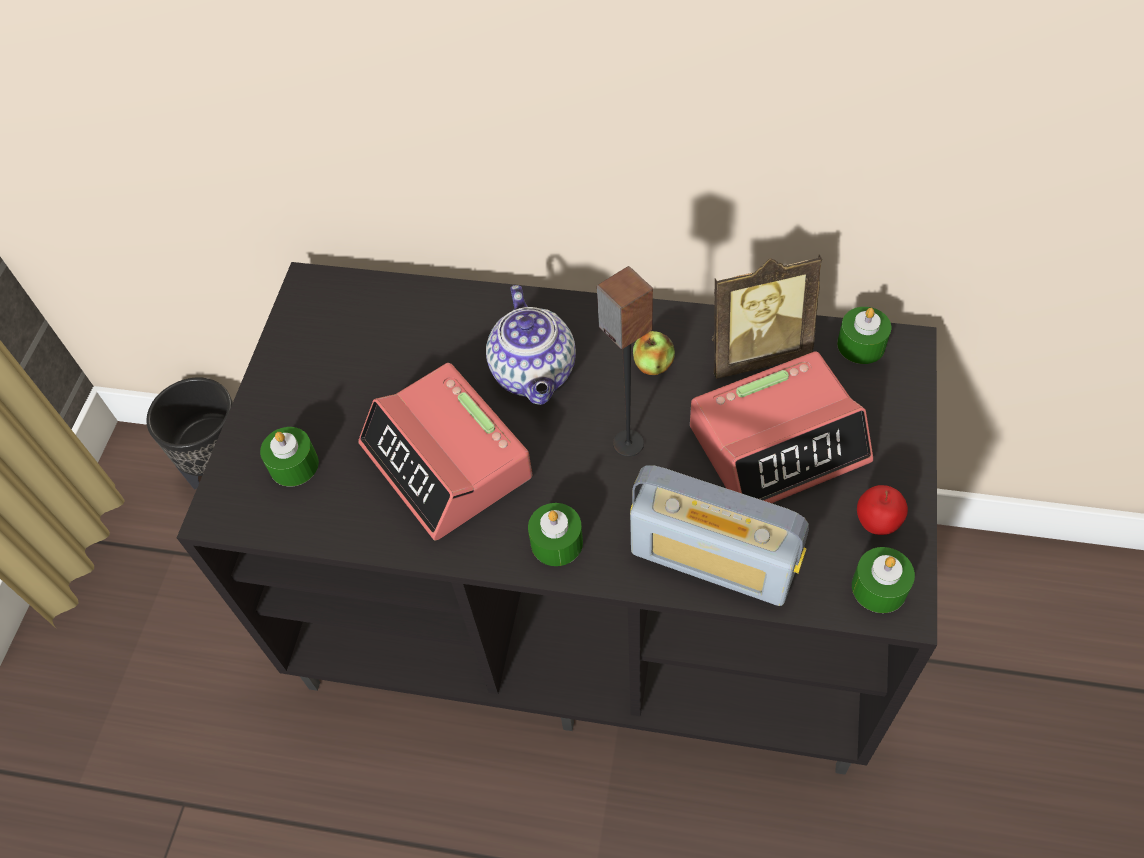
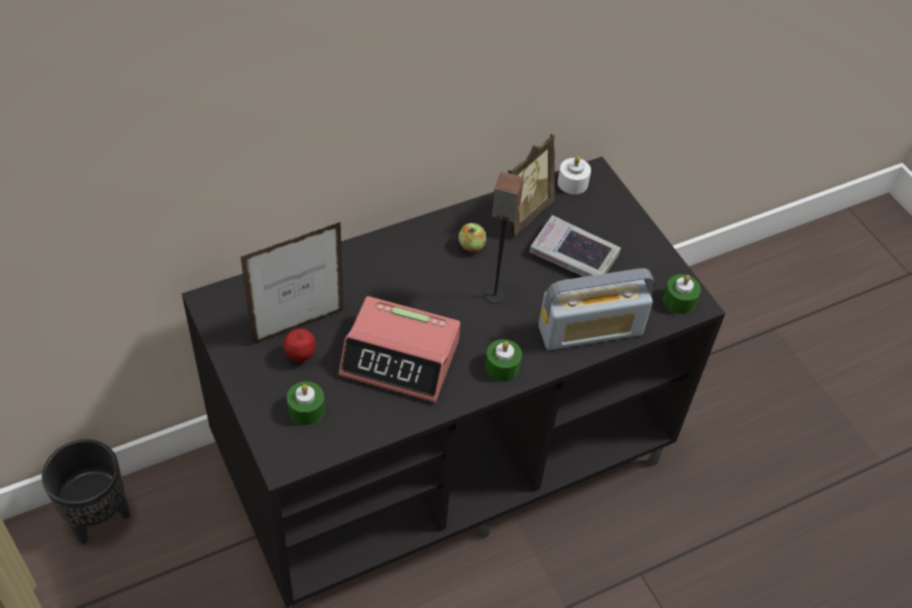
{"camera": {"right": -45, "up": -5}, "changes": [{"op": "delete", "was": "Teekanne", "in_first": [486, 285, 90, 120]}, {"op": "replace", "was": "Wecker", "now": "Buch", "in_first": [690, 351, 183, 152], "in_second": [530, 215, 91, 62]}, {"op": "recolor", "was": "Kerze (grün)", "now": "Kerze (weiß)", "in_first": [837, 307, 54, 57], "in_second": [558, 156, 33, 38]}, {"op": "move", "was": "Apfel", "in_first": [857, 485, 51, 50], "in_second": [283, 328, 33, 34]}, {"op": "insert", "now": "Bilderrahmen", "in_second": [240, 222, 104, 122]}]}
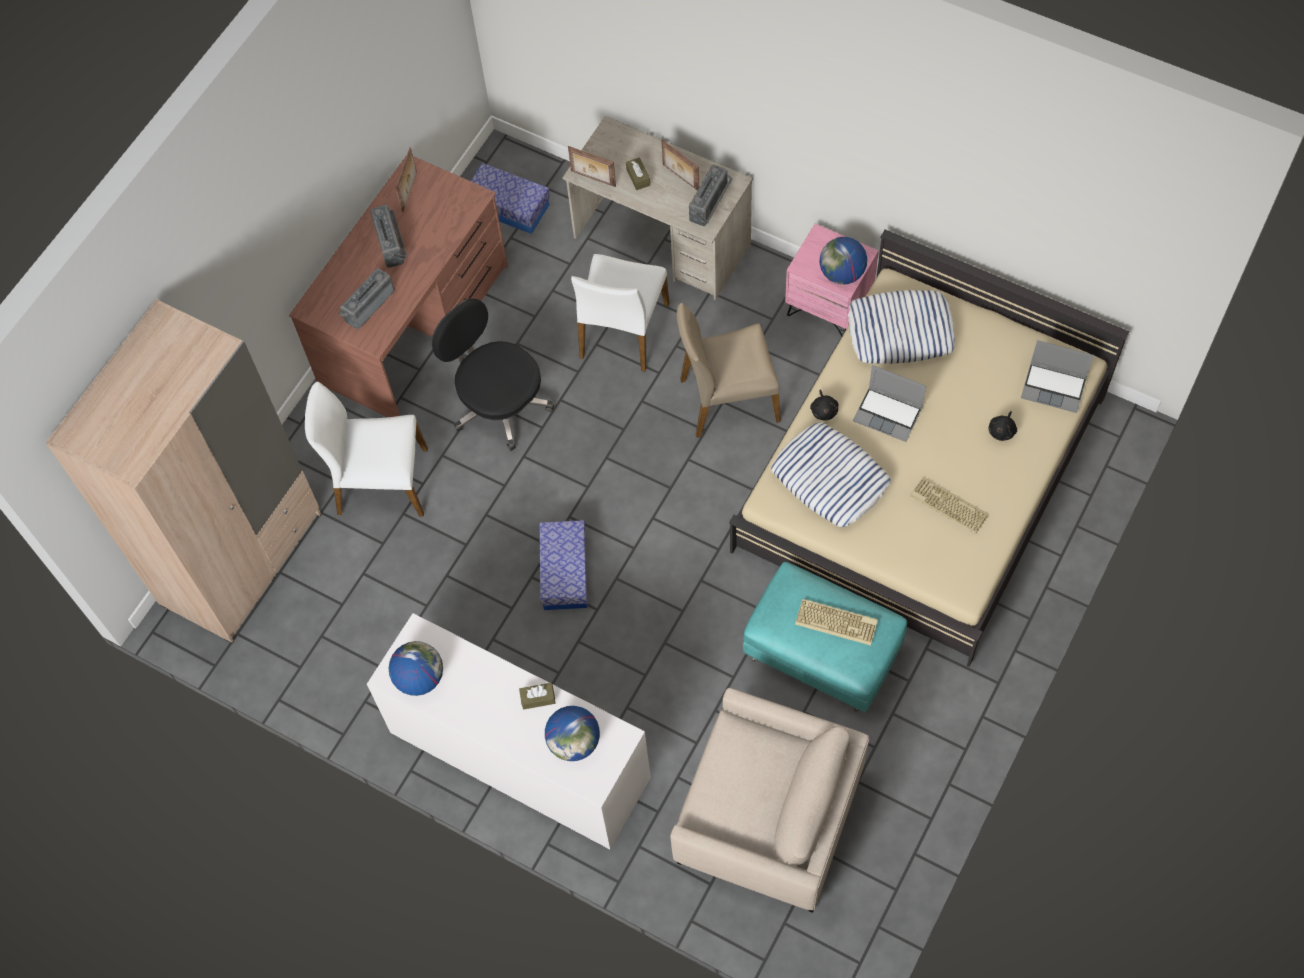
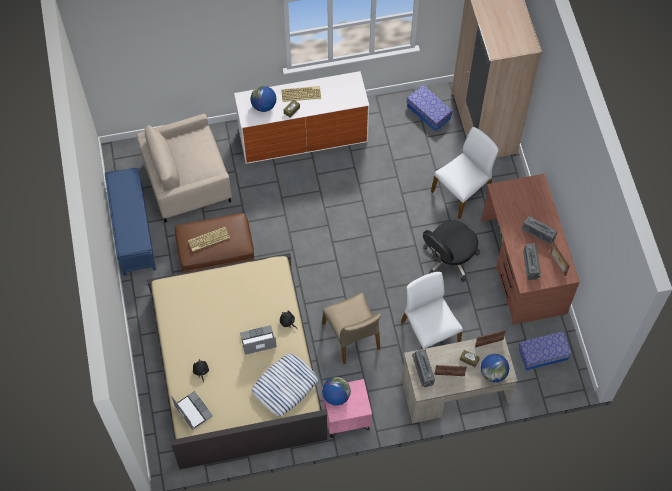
{"camera": {"right": 135, "up": 0}, "changes": [{"op": "move", "was": "Radio", "in_first": [338, 268, 57, 62], "in_second": [523, 243, 18, 37]}, {"op": "move", "was": "Globus", "in_first": [389, 641, 54, 55], "in_second": [480, 354, 29, 29]}, {"op": "rotate", "was": "Bürostuhl (schwarz)", "in_first": [432, 299, 122, 152], "in_second": [423, 220, 57, 62], "clockwise": 135}, {"op": "move", "was": "Aufbewahrungsbox", "in_first": [539, 520, 48, 90], "in_second": [407, 85, 46, 46]}, {"op": "rotate", "was": "Stuhl (beige)", "in_first": [677, 303, 104, 135], "in_second": [322, 293, 59, 71], "clockwise": 120}, {"op": "recolor", "was": "Polsterhocker (türkis)", "now": "Polsterhocker (braun)", "in_first": [743, 562, 164, 150], "in_second": [175, 213, 79, 60]}, {"op": "delete", "was": "Kissen", "in_first": [771, 423, 120, 104]}, {"op": "move", "was": "Tastatur", "in_first": [910, 477, 79, 57], "in_second": [281, 86, 40, 16]}, {"op": "rotate", "was": "Laptop", "in_first": [1021, 340, 73, 73], "in_second": [171, 391, 42, 39], "clockwise": 75}, {"op": "insert", "now": "Bank (blau)", "in_second": [105, 168, 51, 108]}]}
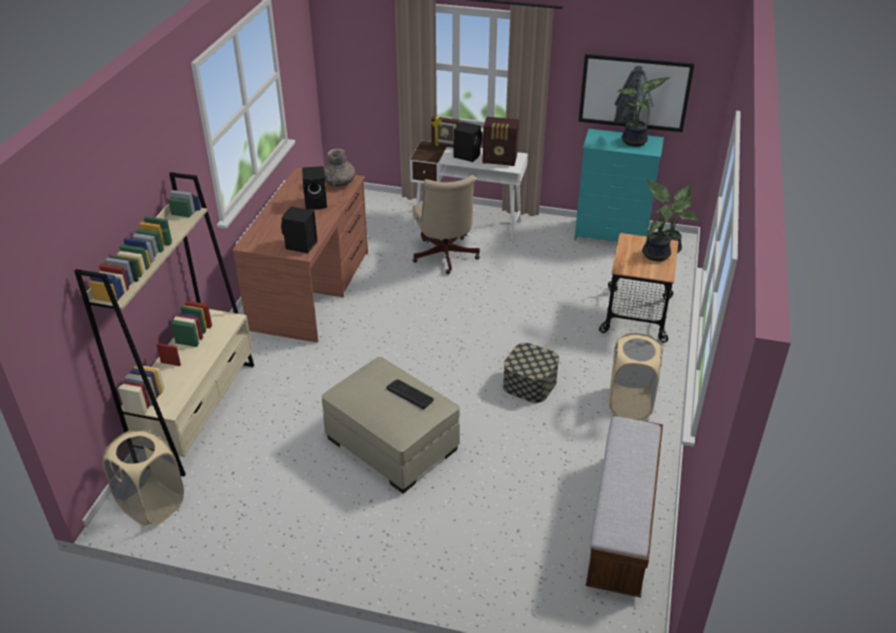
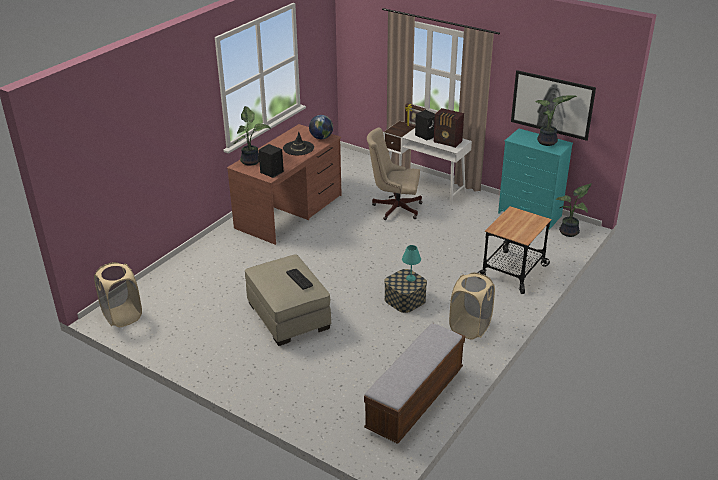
{"camera": {"right": 20, "up": -5}, "changes": [{"op": "delete", "was": "Bücherregal (beige)", "in_first": [74, 172, 180, 305]}, {"op": "replace", "was": "Lautsprecher (schwarz)", "now": "Hut (schwarz)", "in_first": [302, 166, 25, 44], "in_second": [283, 131, 31, 24]}, {"op": "replace", "was": "Vase (grau)", "now": "Globus", "in_first": [324, 149, 31, 38], "in_second": [309, 115, 24, 24]}, {"op": "rotate", "was": "Bürostuhl (beige)", "in_first": [413, 175, 67, 99], "in_second": [367, 128, 56, 92], "clockwise": 90}, {"op": "move", "was": "Topfpflanze", "in_first": [642, 179, 51, 82], "in_second": [234, 106, 37, 60]}, {"op": "insert", "now": "Tischlampe (türkis)", "in_second": [402, 245, 19, 37]}]}
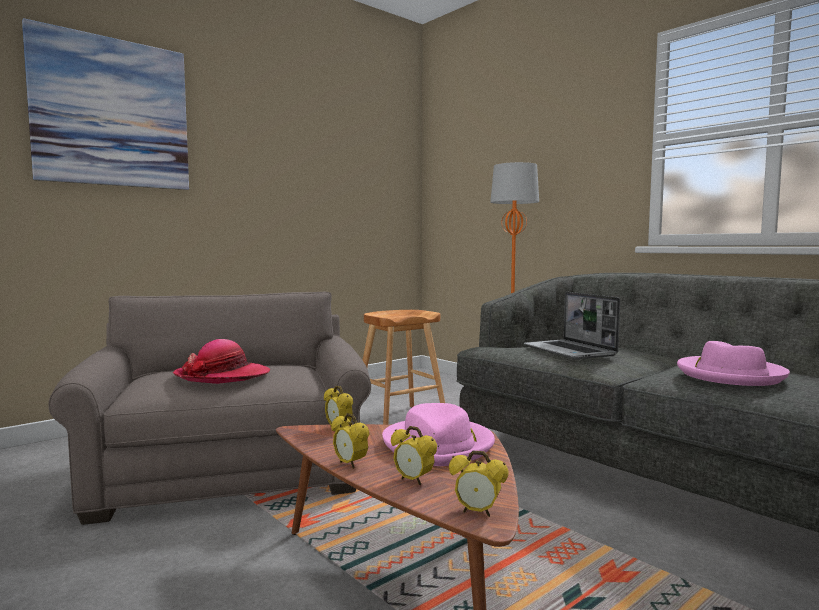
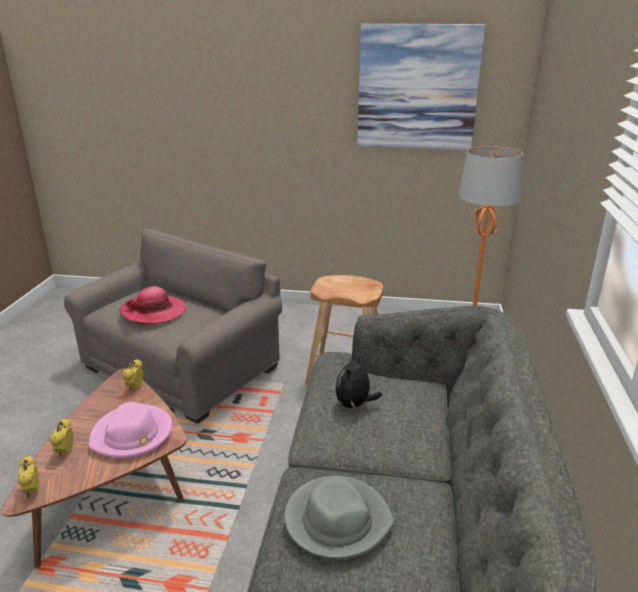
{"camera": {"right": 50, "up": 20}, "changes": [{"op": "move", "was": "Bild", "in_first": [22, 18, 167, 172], "in_second": [357, 24, 128, 126]}, {"op": "delete", "was": "Wecker", "in_first": [331, 413, 38, 56]}, {"op": "replace", "was": "Laptop", "now": "Plüschtier", "in_first": [524, 292, 96, 67], "in_second": [335, 355, 47, 54]}, {"op": "recolor", "was": "Hut (rosa)", "now": "Hut (grau)", "in_first": [677, 341, 113, 45], "in_second": [284, 476, 110, 84]}]}
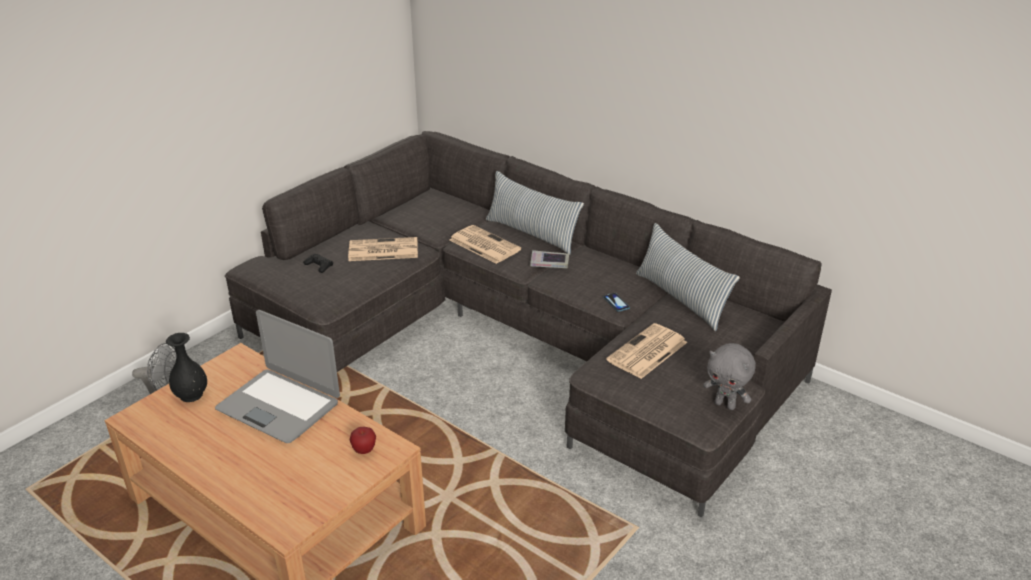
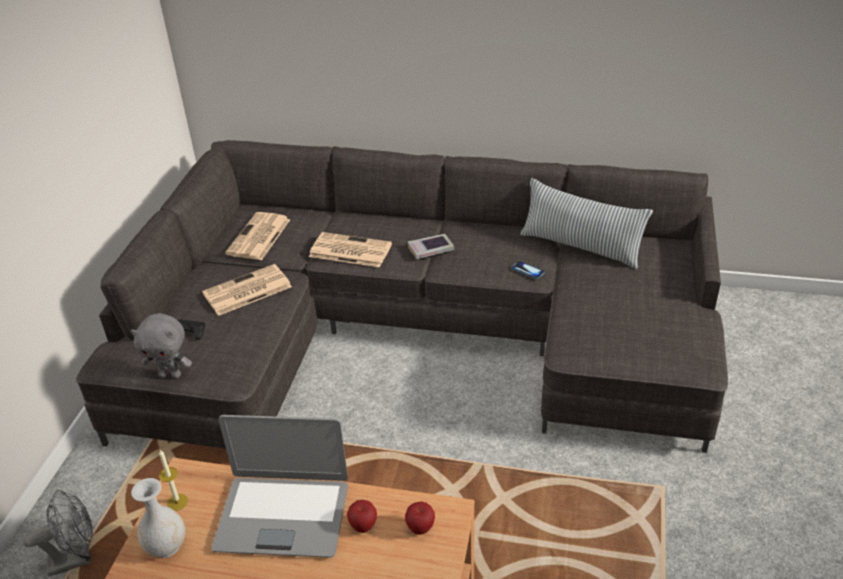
{"camera": {"right": -25, "up": 5}, "changes": [{"op": "recolor", "was": "Vase (schwarz)", "now": "Vase (weiß)", "in_first": [166, 333, 41, 69], "in_second": [131, 478, 55, 80]}, {"op": "delete", "was": "Kissen", "in_first": [486, 171, 98, 84]}, {"op": "move", "was": "Zeitung", "in_first": [606, 323, 81, 56], "in_second": [225, 212, 65, 48]}, {"op": "move", "was": "Plüschtier (grau)", "in_first": [703, 343, 53, 67], "in_second": [131, 313, 61, 65]}, {"op": "insert", "now": "Kerze", "in_second": [159, 450, 29, 61]}, {"op": "insert", "now": "Apfel", "in_second": [347, 500, 30, 33]}]}
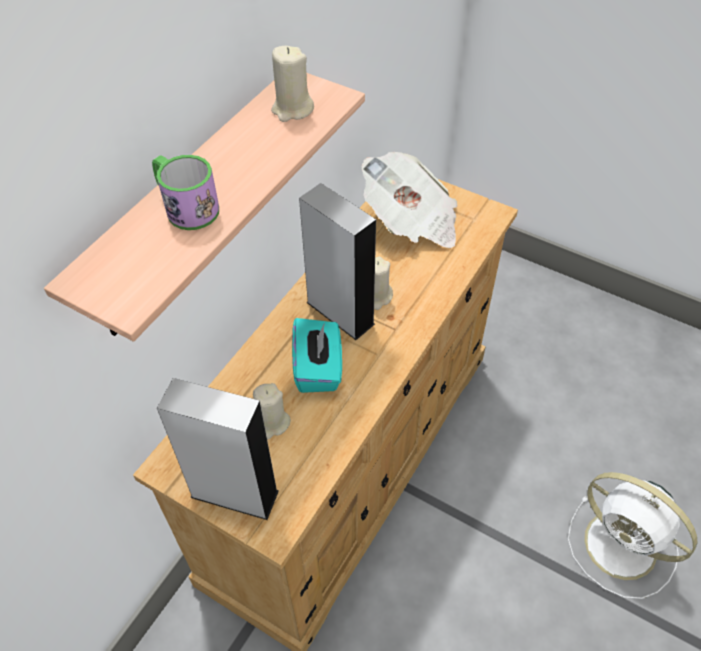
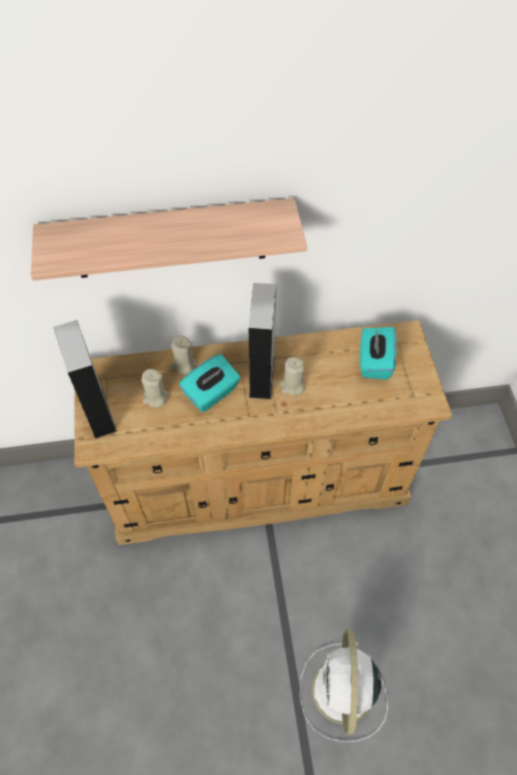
{"camera": {"right": 50, "up": 5}, "changes": [{"op": "delete", "was": "Henkelbecher", "in_first": [152, 155, 67, 75]}, {"op": "move", "was": "Kerze (beige)", "in_first": [271, 46, 43, 76], "in_second": [171, 335, 26, 39]}, {"op": "replace", "was": "Zeitung", "now": "Taschentuchbox (türkis)", "in_first": [362, 152, 96, 96], "in_second": [360, 327, 36, 53]}]}
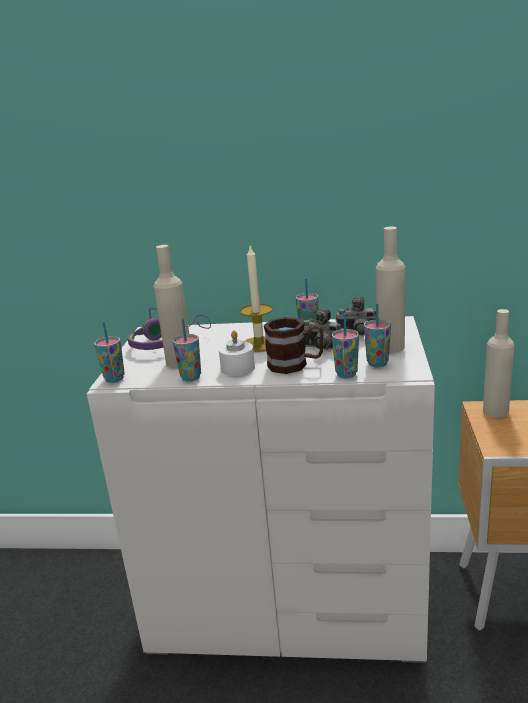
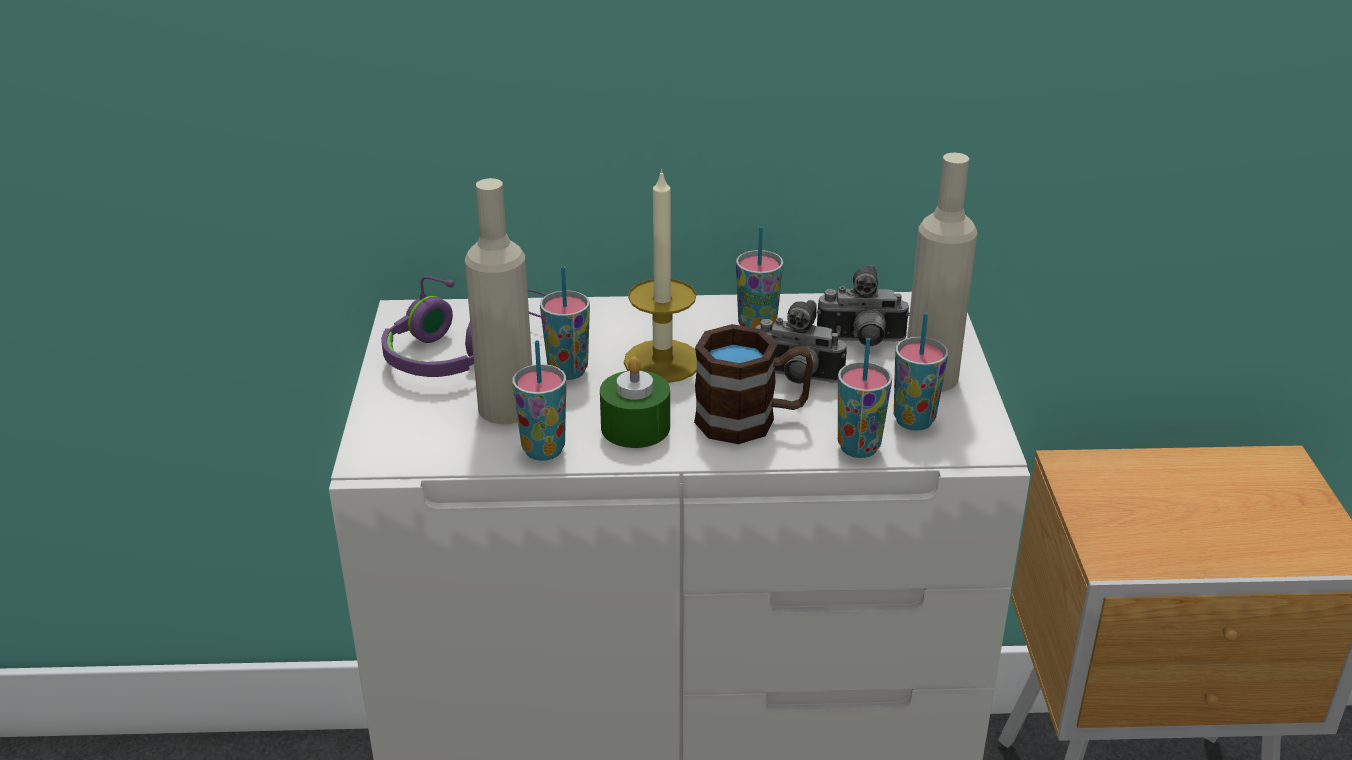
{"camera": {"right": -10, "up": 10}, "changes": [{"op": "move", "was": "Tasse", "in_first": [94, 321, 31, 62], "in_second": [540, 266, 50, 114]}, {"op": "recolor", "was": "Kerze (weiß)", "now": "Kerze (grün)", "in_first": [219, 330, 36, 46], "in_second": [600, 357, 70, 91]}, {"op": "delete", "was": "Flasche (beige)", "in_first": [483, 309, 31, 109]}]}
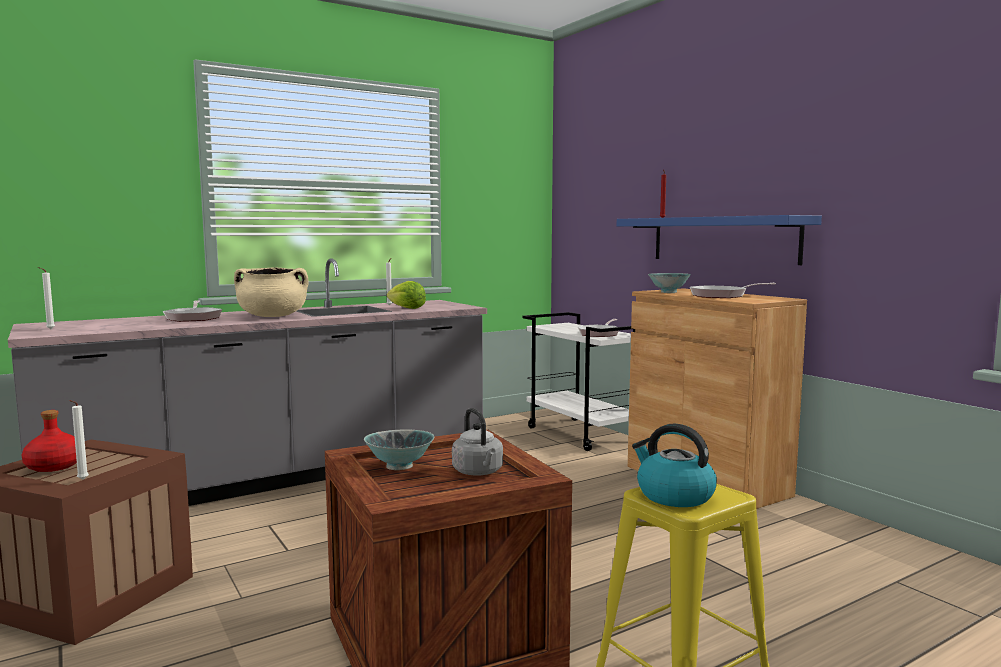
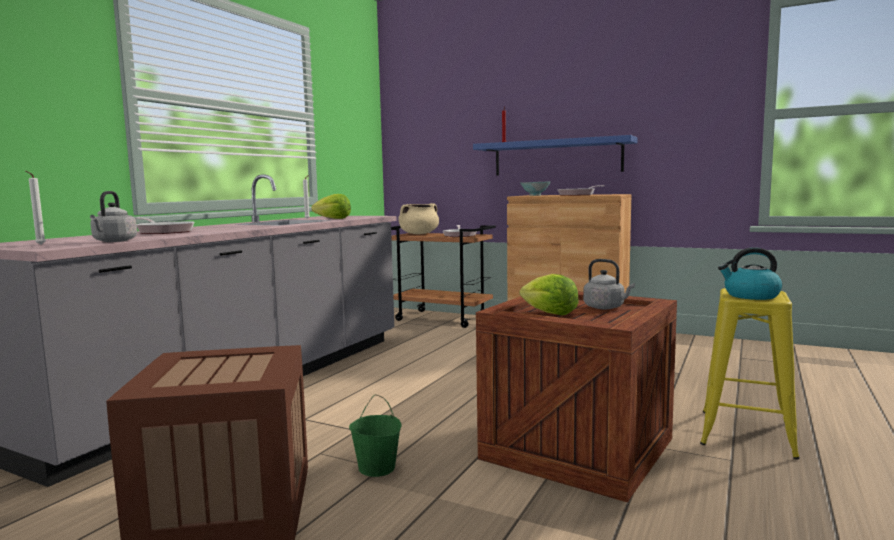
{"camera": {"right": -30, "up": 0}, "changes": [{"op": "delete", "was": "Flasche (rot)", "in_first": [22, 410, 55, 62]}, {"op": "delete", "was": "Kerze (weiß)", "in_first": [69, 400, 20, 80]}, {"op": "move", "was": "Kochtopf (beige)", "in_first": [234, 267, 74, 50], "in_second": [398, 203, 41, 31]}, {"op": "replace", "was": "Schüssel", "now": "Salatkopf", "in_first": [364, 429, 70, 41], "in_second": [520, 274, 59, 41]}, {"op": "recolor", "was": "Rollwagen (weiß)", "now": "Rollwagen (braun)", "in_first": [523, 312, 112, 139], "in_second": [391, 225, 105, 103]}, {"op": "insert", "now": "Wasserkessel (grau)", "in_second": [90, 191, 47, 51]}, {"op": "insert", "now": "Eimer (grün)", "in_second": [349, 394, 53, 83]}]}
